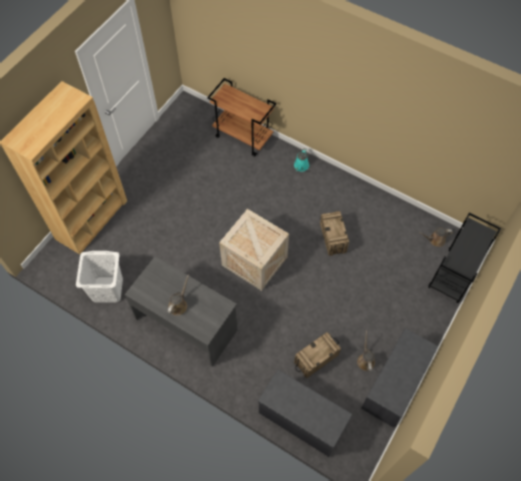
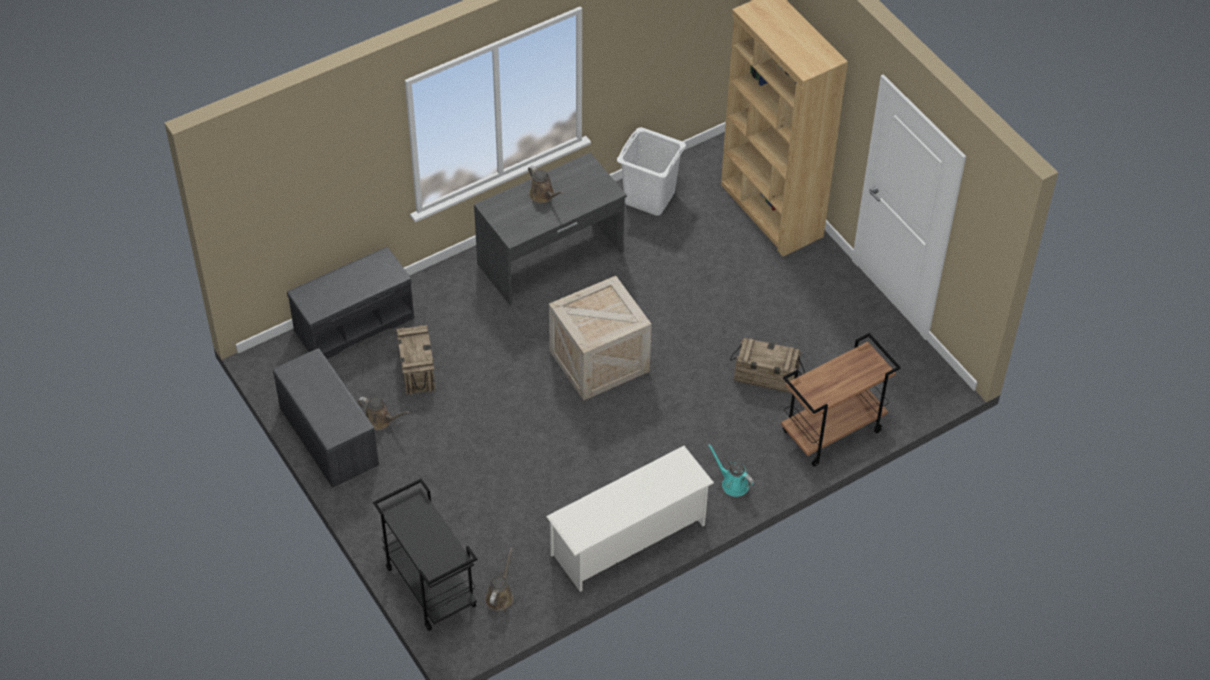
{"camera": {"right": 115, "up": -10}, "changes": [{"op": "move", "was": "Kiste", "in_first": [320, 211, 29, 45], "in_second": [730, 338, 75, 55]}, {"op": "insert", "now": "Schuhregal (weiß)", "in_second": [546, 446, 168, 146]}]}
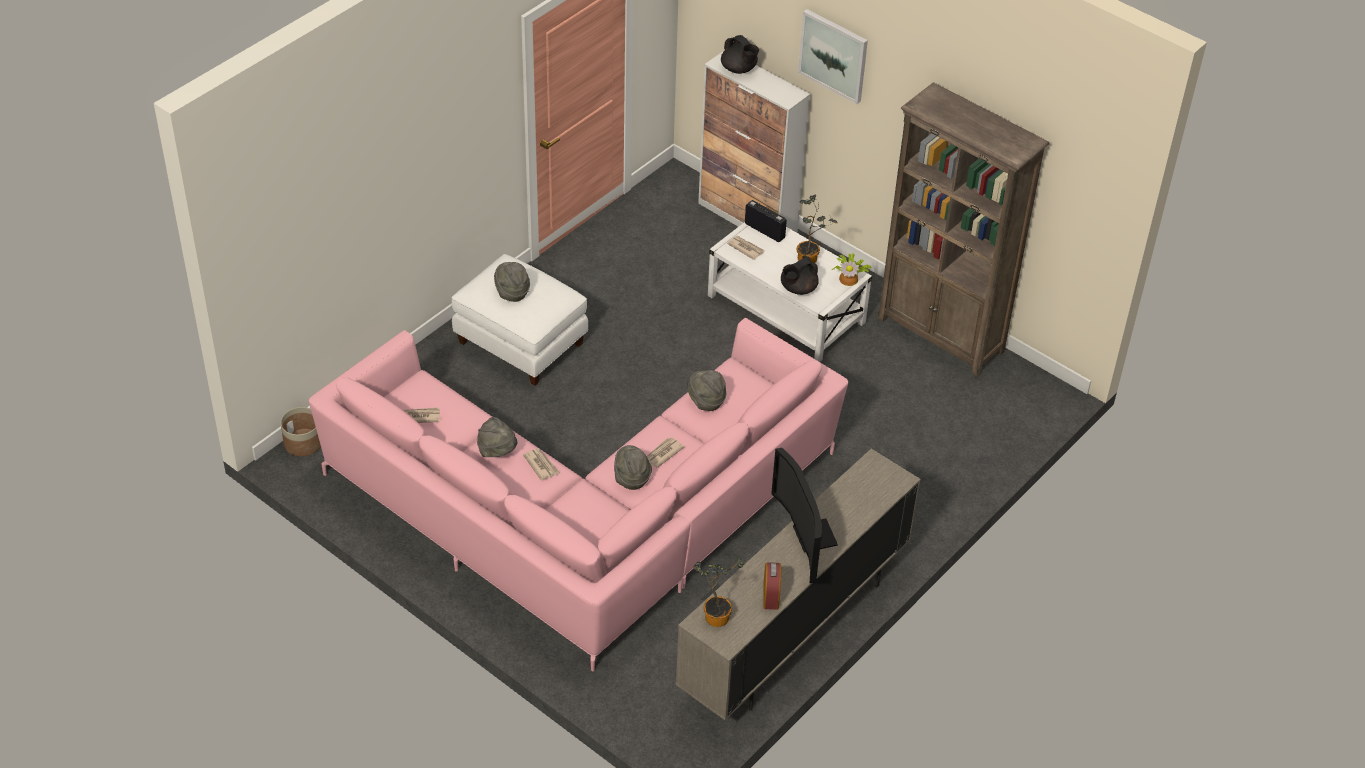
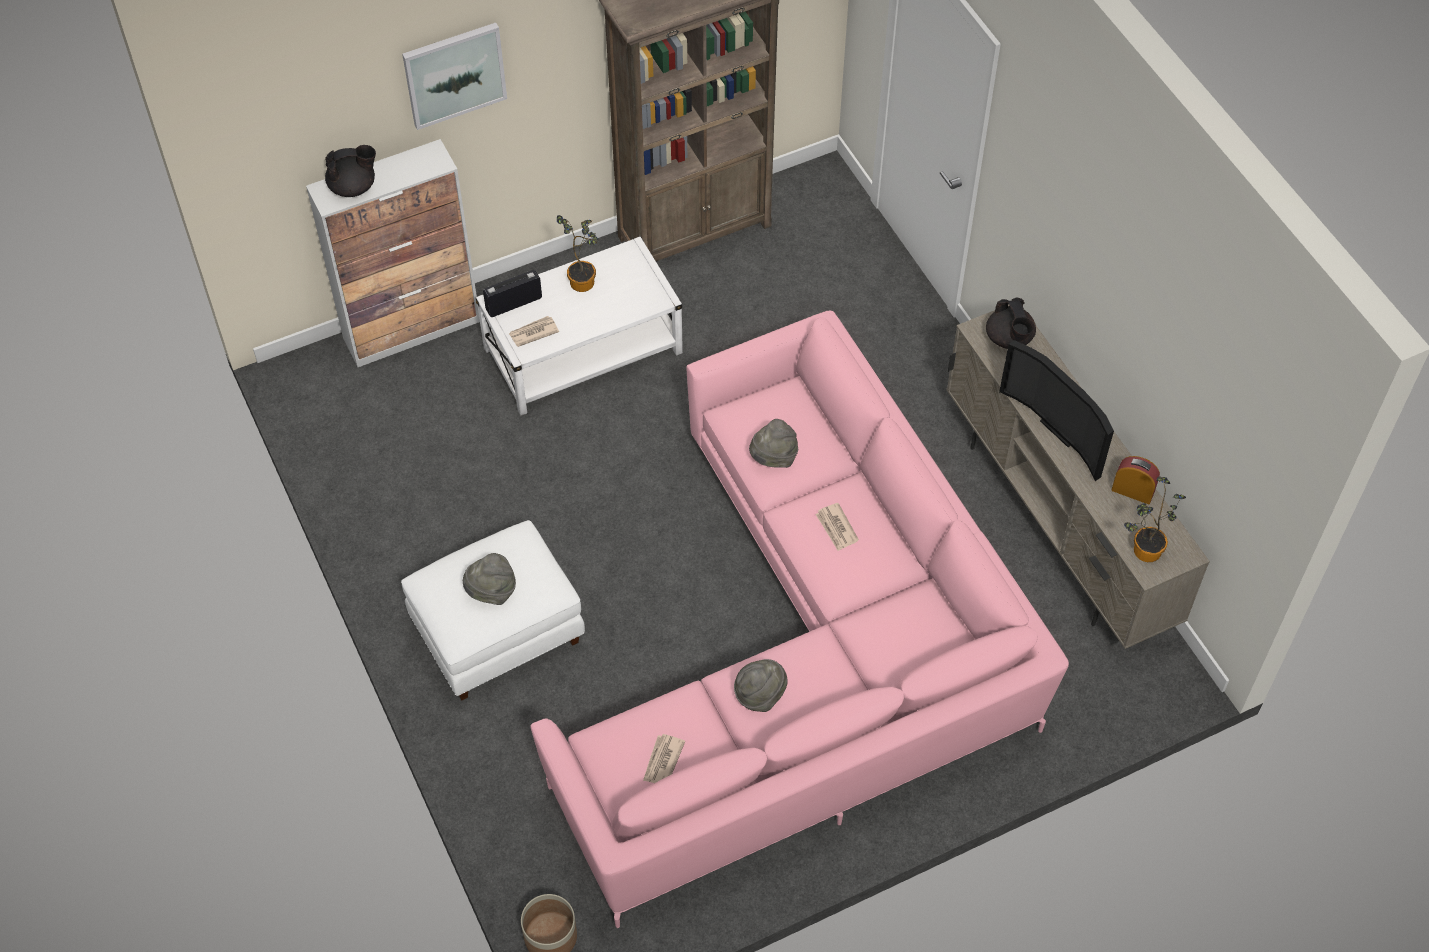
{"camera": {"right": -65, "up": 10}, "changes": [{"op": "delete", "was": "Zeitung", "in_first": [523, 448, 36, 33]}, {"op": "delete", "was": "Hut (grau)", "in_first": [614, 445, 38, 45]}, {"op": "rotate", "was": "Fernseher", "in_first": [771, 448, 67, 135], "in_second": [999, 340, 115, 141], "clockwise": 45}, {"op": "move", "was": "Teekanne (schwarz)", "in_first": [781, 255, 38, 40], "in_second": [986, 297, 50, 52]}, {"op": "delete", "was": "Topfpflanze", "in_first": [832, 253, 40, 33]}]}
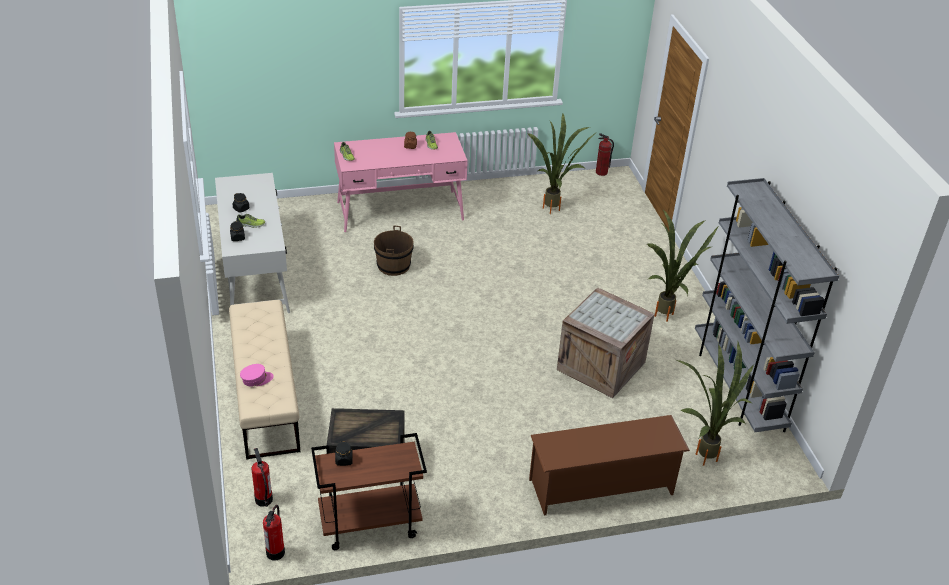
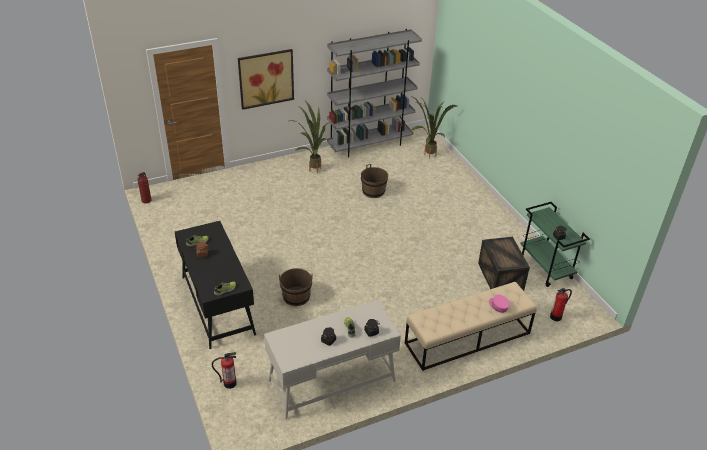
{"camera": {"right": -100, "up": 0}, "changes": [{"op": "move", "was": "Feuerlöscher", "in_first": [263, 505, 22, 56], "in_second": [212, 352, 25, 37]}, {"op": "recolor", "was": "Rollwagen (braun)", "now": "Rollwagen (grün)", "in_first": [311, 433, 116, 117], "in_second": [520, 202, 70, 85]}, {"op": "recolor", "was": "Schreibtisch (rosa)", "now": "Schreibtisch (schwarz)", "in_first": [334, 132, 134, 100], "in_second": [175, 221, 81, 128]}, {"op": "delete", "was": "Topfpflanze", "in_first": [528, 113, 66, 101]}, {"op": "delete", "was": "Schuhregal (braun)", "in_first": [529, 415, 161, 100]}, {"op": "replace", "was": "Kiste", "now": "Eimer (braun)", "in_first": [557, 287, 98, 111], "in_second": [361, 164, 27, 34]}, {"op": "insert", "now": "Bild", "in_second": [238, 49, 56, 61]}]}
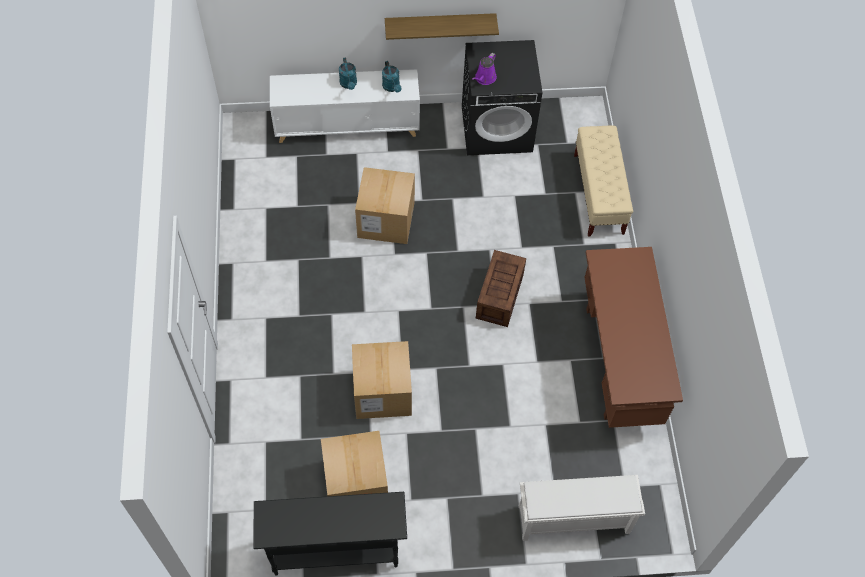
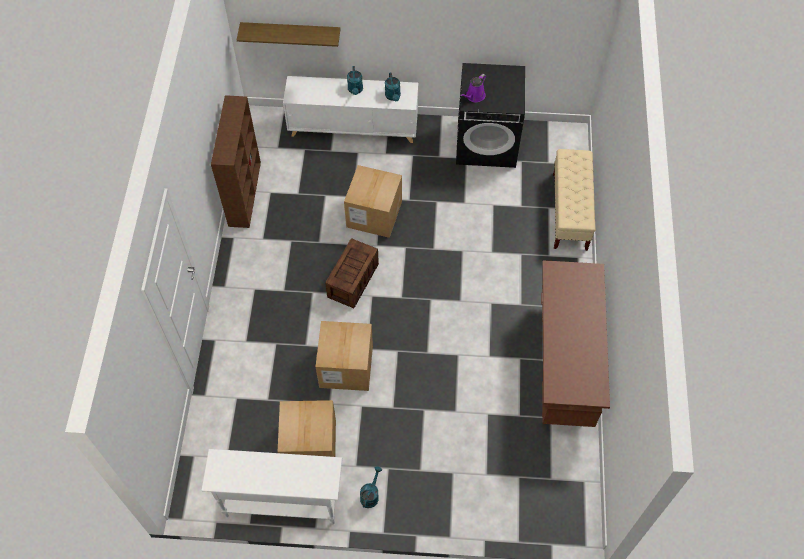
{"camera": {"right": 10, "up": 0}, "changes": [{"op": "recolor", "was": "Konsolentisch (schwarz)", "now": "Konsolentisch (weiß)", "in_first": [253, 492, 154, 84], "in_second": [201, 449, 141, 75]}, {"op": "move", "was": "Wandregal", "in_first": [385, 13, 114, 27], "in_second": [237, 22, 104, 25]}, {"op": "move", "was": "Kiste", "in_first": [476, 250, 50, 77], "in_second": [325, 238, 54, 70]}, {"op": "delete", "was": "Schuhregal (weiß)", "in_first": [519, 475, 126, 66]}, {"op": "insert", "now": "Bücherregal (braun)", "in_second": [211, 95, 50, 133]}, {"op": "insert", "now": "Gießkanne (türkis)", "in_second": [360, 466, 22, 42]}]}
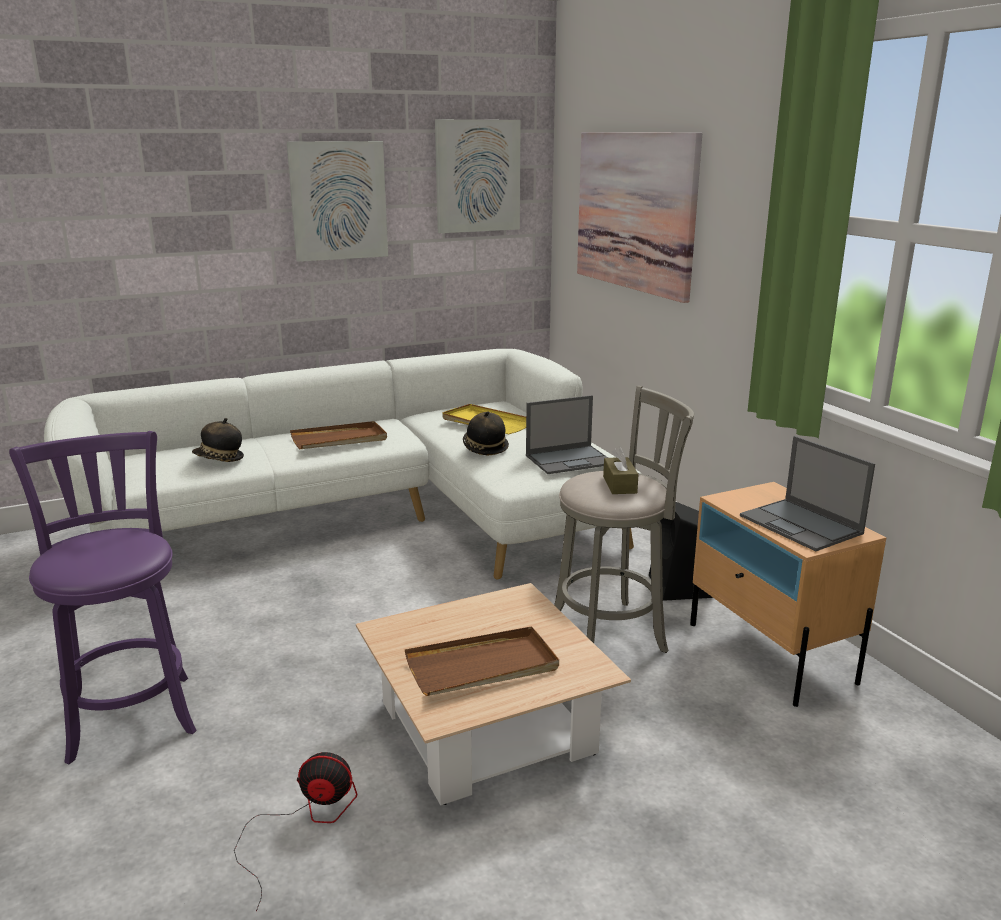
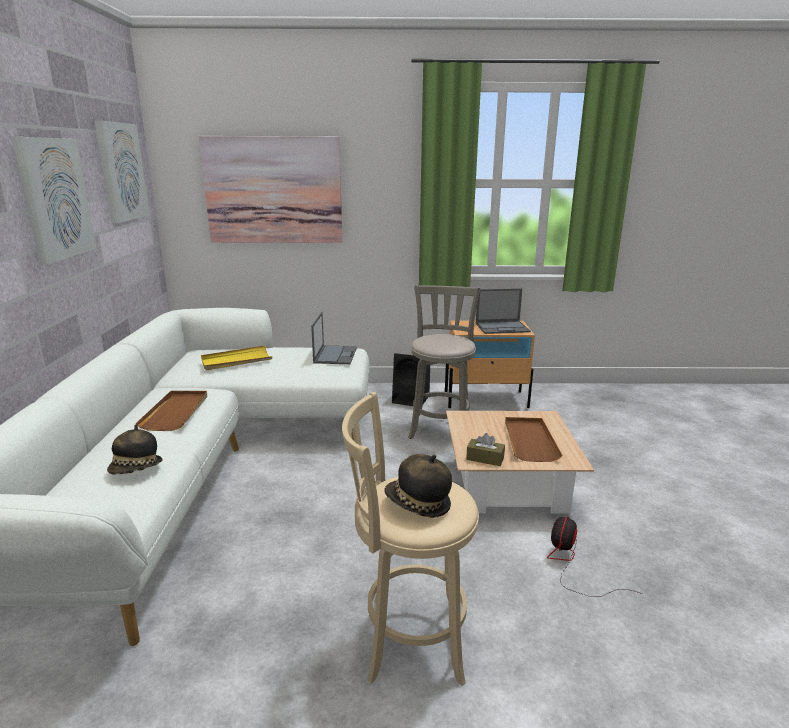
{"camera": {"right": -65, "up": 0}, "changes": [{"op": "recolor", "was": "Hocker (lila)", "now": "Hocker (beige)", "in_first": [9, 431, 187, 333], "in_second": [342, 392, 137, 294]}, {"op": "move", "was": "Hut", "in_first": [463, 411, 46, 45], "in_second": [384, 454, 68, 64]}, {"op": "move", "was": "Taschentuchbox (braun)", "in_first": [603, 447, 36, 47], "in_second": [466, 433, 39, 33]}]}
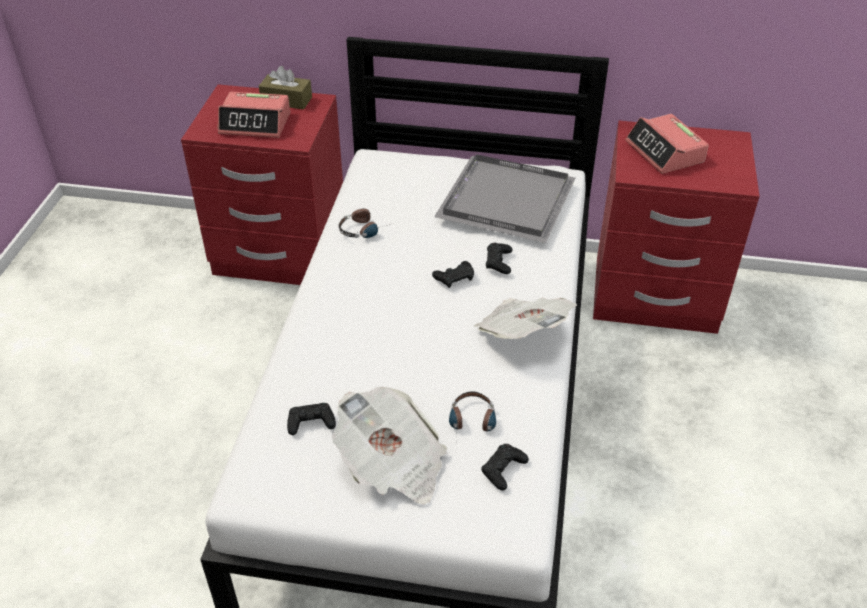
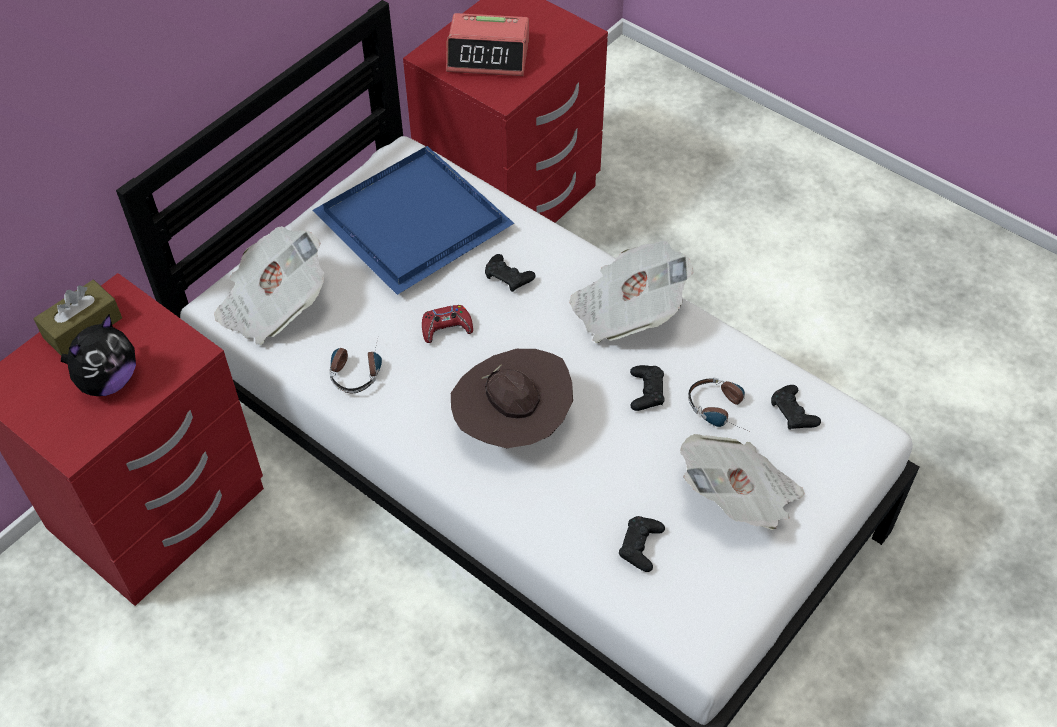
{"camera": {"right": -60, "up": 10}, "changes": [{"op": "replace", "was": "Wecker", "now": "Plüschtier", "in_first": [218, 92, 72, 46], "in_second": [61, 314, 75, 82]}, {"op": "move", "was": "Gamepad (schwarz)", "in_first": [432, 261, 42, 27], "in_second": [630, 365, 35, 46]}, {"op": "recolor", "was": "Tablett (grau)", "now": "Tablett (blau)", "in_first": [434, 154, 141, 89], "in_second": [312, 146, 203, 149]}, {"op": "insert", "now": "Zeitung", "in_second": [214, 226, 110, 119]}, {"op": "insert", "now": "Gamepad (rot)", "in_second": [422, 305, 51, 38]}, {"op": "insert", "now": "Hut (braun)", "in_second": [451, 349, 122, 99]}]}
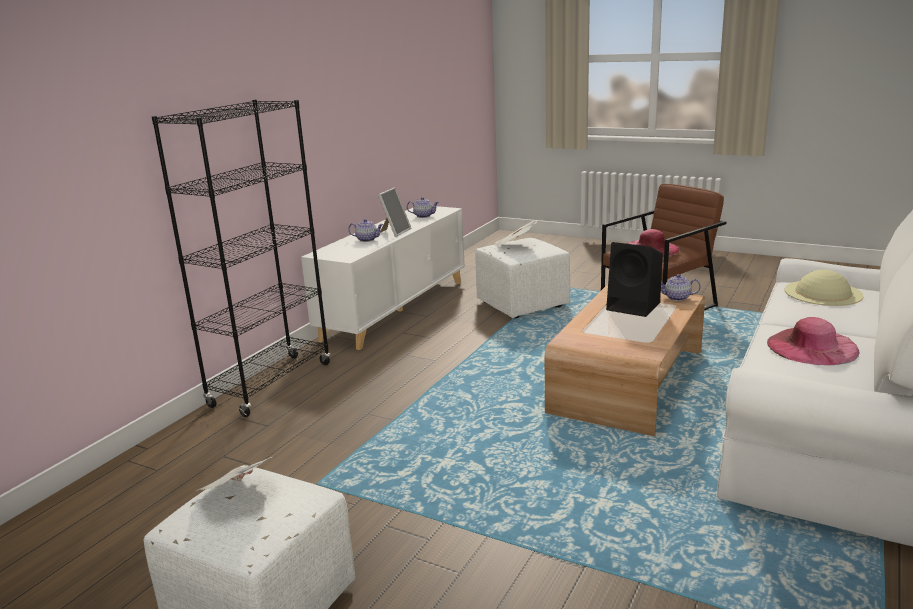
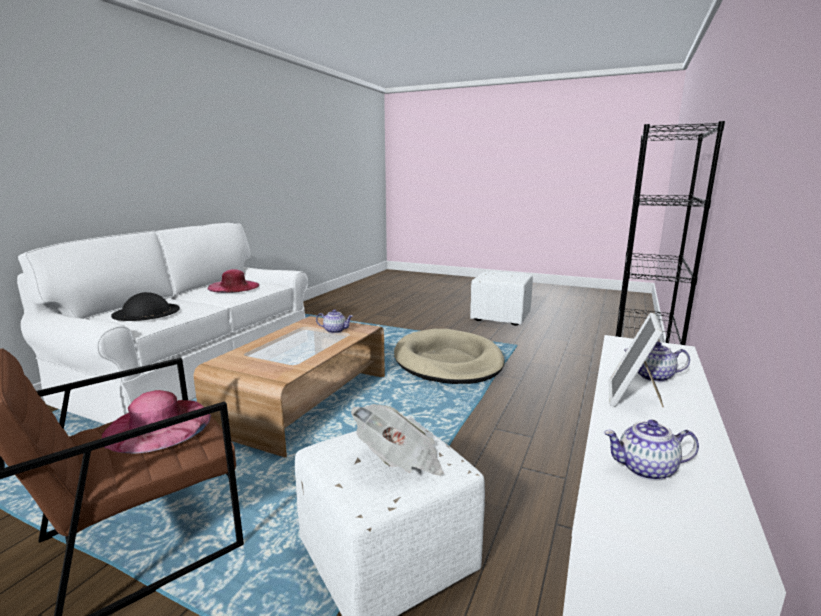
{"camera": {"right": 175, "up": -5}, "changes": [{"op": "delete", "was": "Zeitung", "in_first": [197, 456, 78, 35]}, {"op": "delete", "was": "Lautsprecher (schwarz)", "in_first": [606, 242, 57, 75]}, {"op": "move", "was": "Teekanne", "in_first": [661, 274, 40, 27], "in_second": [316, 309, 37, 24]}, {"op": "recolor", "was": "Hut (beige)", "now": "Hut (schwarz)", "in_first": [785, 269, 79, 37], "in_second": [111, 292, 69, 29]}, {"op": "insert", "now": "Hundebett (beige)", "in_second": [394, 329, 111, 55]}]}
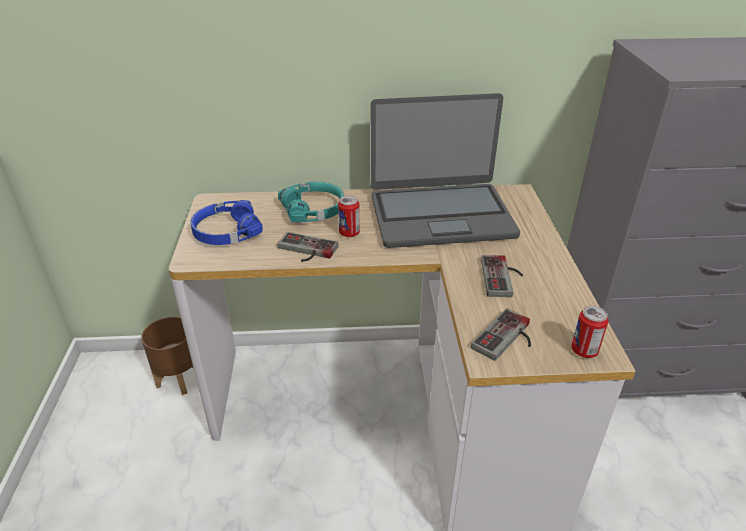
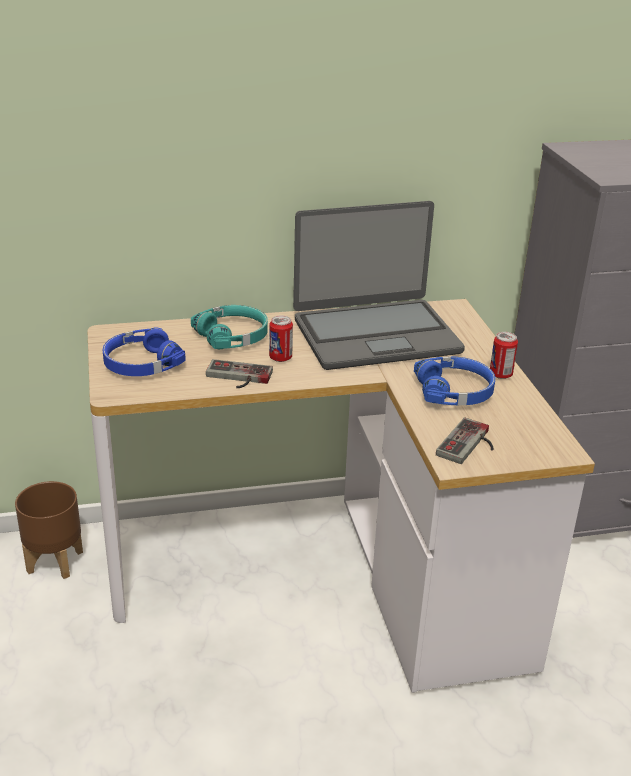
{"camera": {"right": -10, "up": -5}, "changes": [{"op": "replace", "was": "Gamepad", "now": "Kopfhörer (blau)", "in_first": [481, 255, 42, 42], "in_second": [414, 357, 81, 48]}, {"op": "move", "was": "Dose", "in_first": [571, 306, 38, 52], "in_second": [490, 332, 28, 47]}]}
